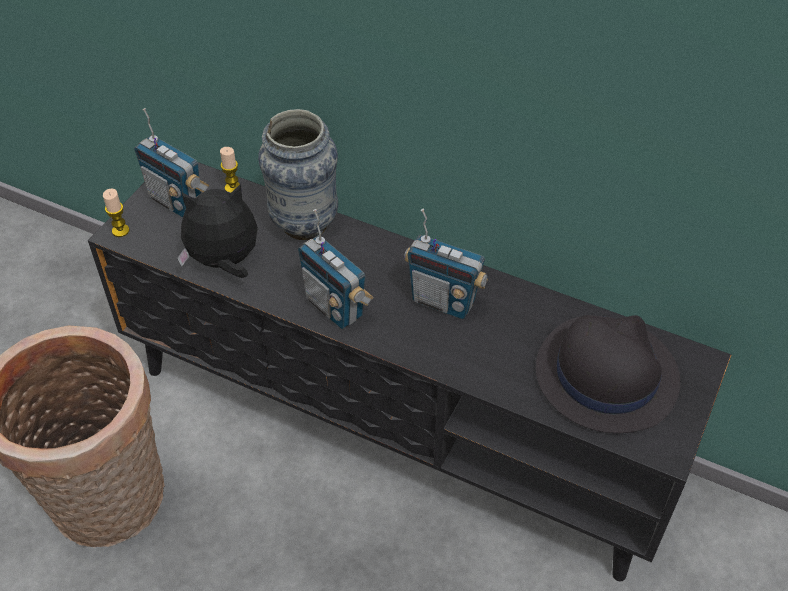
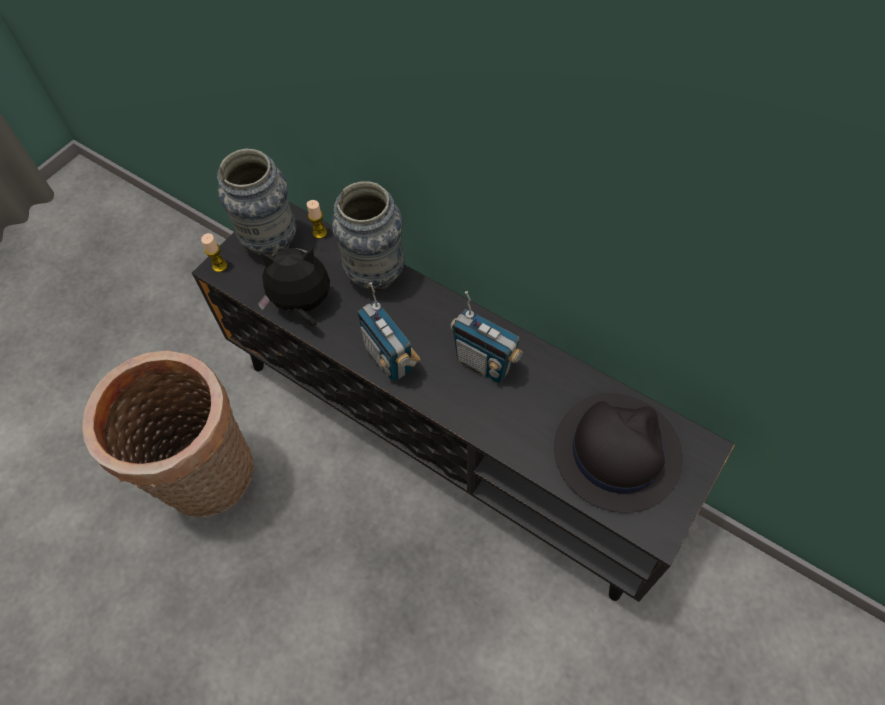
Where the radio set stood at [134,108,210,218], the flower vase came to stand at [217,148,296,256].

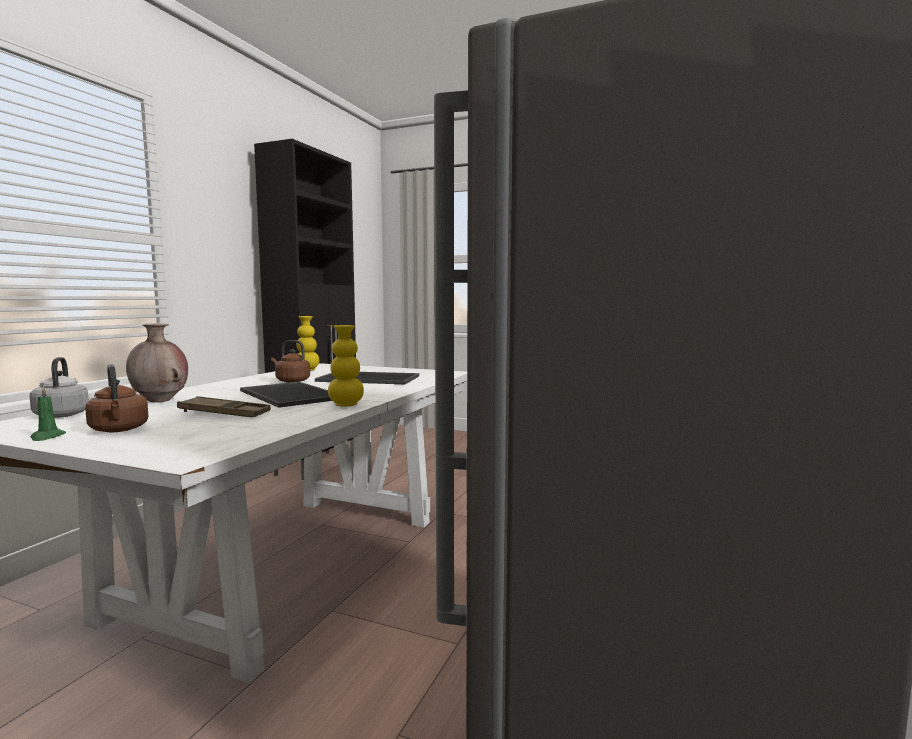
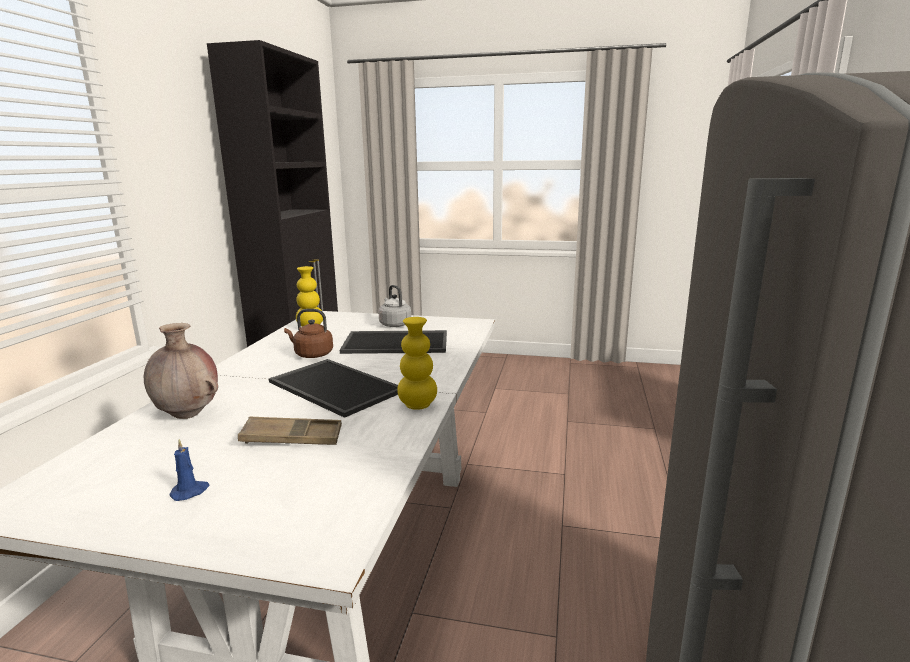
The tea kettle in gray ended up elsewhere, having gone from [30,357,89,418] to [378,285,411,327].
The second view lost the wax light in greenish at [31,386,66,441].
Where the tea kettle in brown stood at [85,364,149,432], the wax light in blue came to stand at [169,439,209,501].

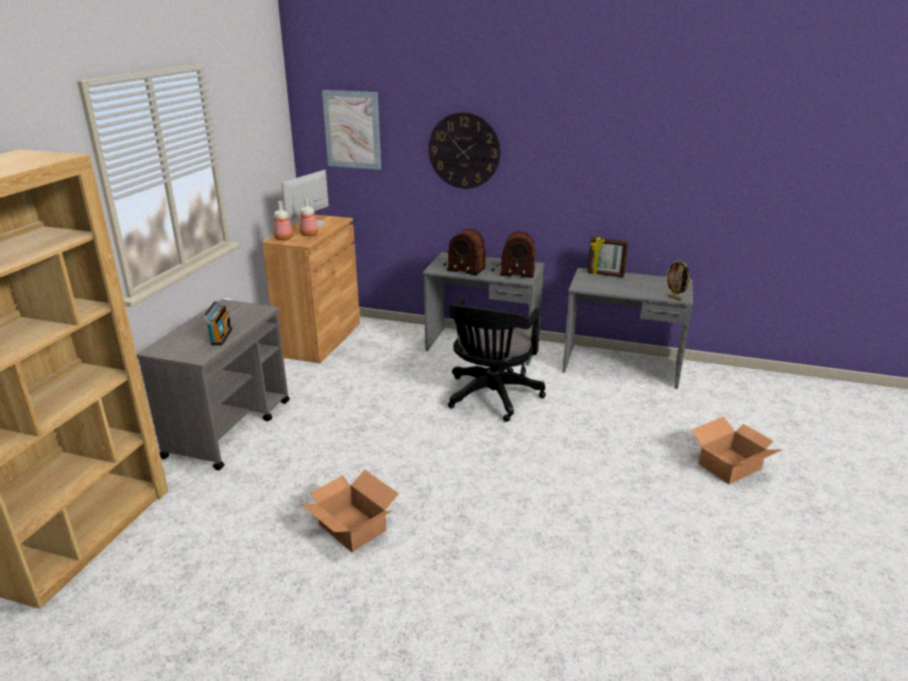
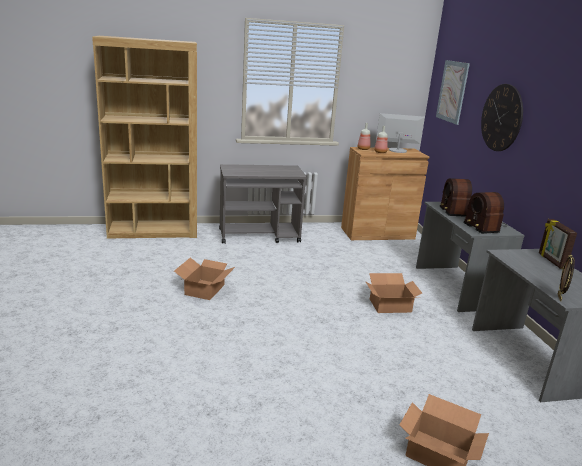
The second view lost the radio set at [202,300,233,345].
Where the desk chair in black stood at [448,297,546,422], the packing box came to stand at [365,273,422,313].

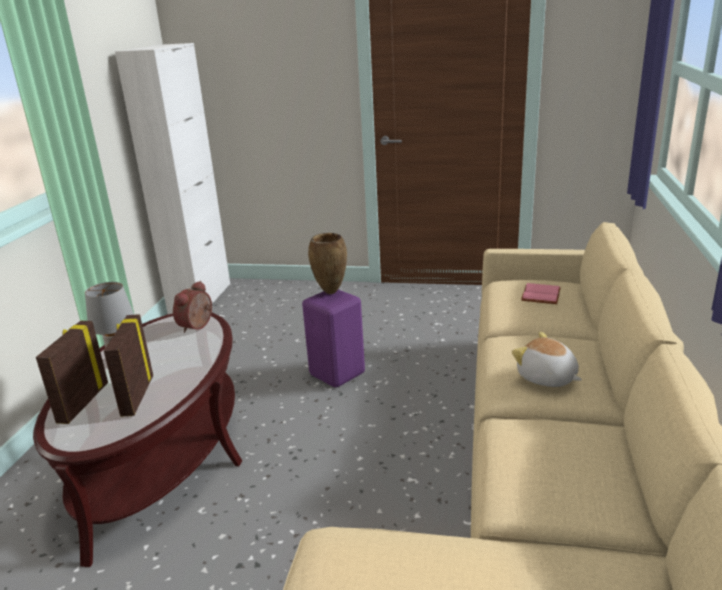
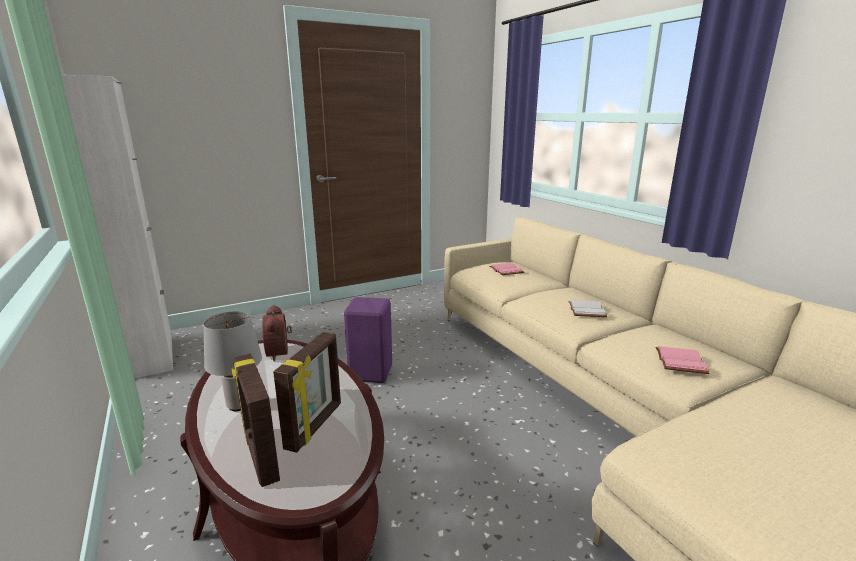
The picture frame at [104,314,153,417] ended up facing another way, 120 degrees counterclockwise from before.
The second view lost the flower vase in brown at [308,233,347,294].
Where the soft toy stood at [512,332,582,387], the book in white came to stand at [568,300,607,317].
The second view gained the book in pink at [656,346,709,374].

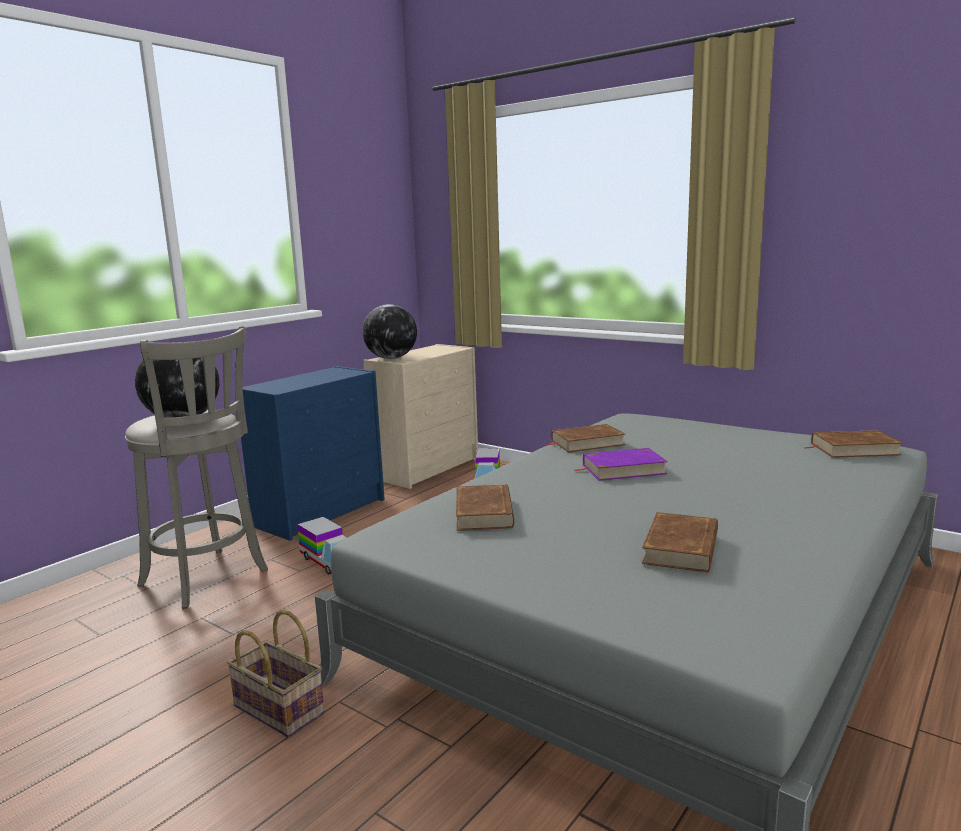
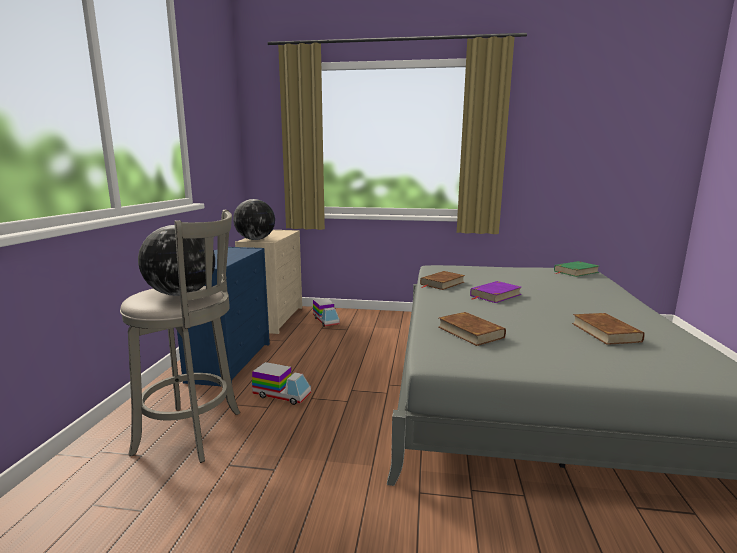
The second view lost the basket at [227,610,325,738].
What was the book in brown at [804,430,902,458] turned into the book in greenish at [554,261,599,277].

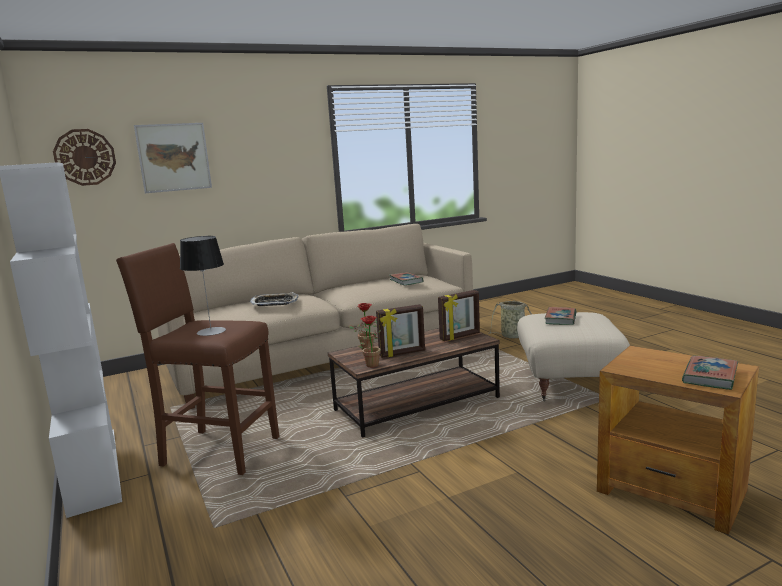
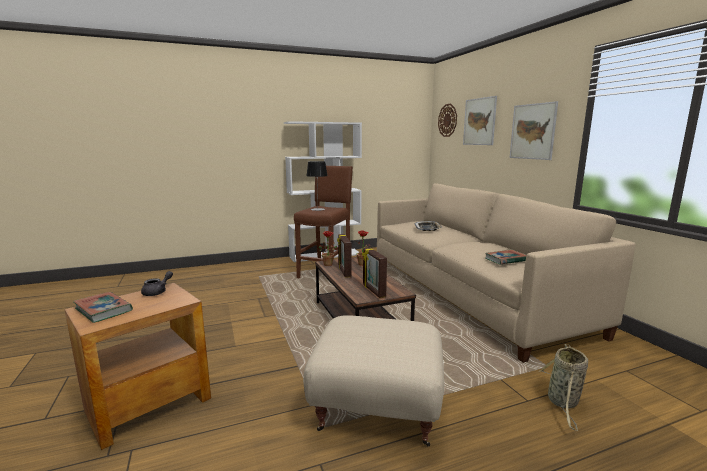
The second view lost the book at [545,307,577,325].
The second view gained the tea pot in gray at [141,271,173,296].
The second view gained the picture at [510,101,558,160].

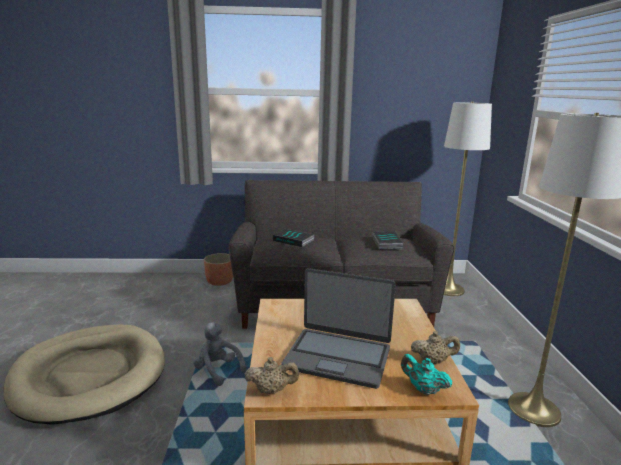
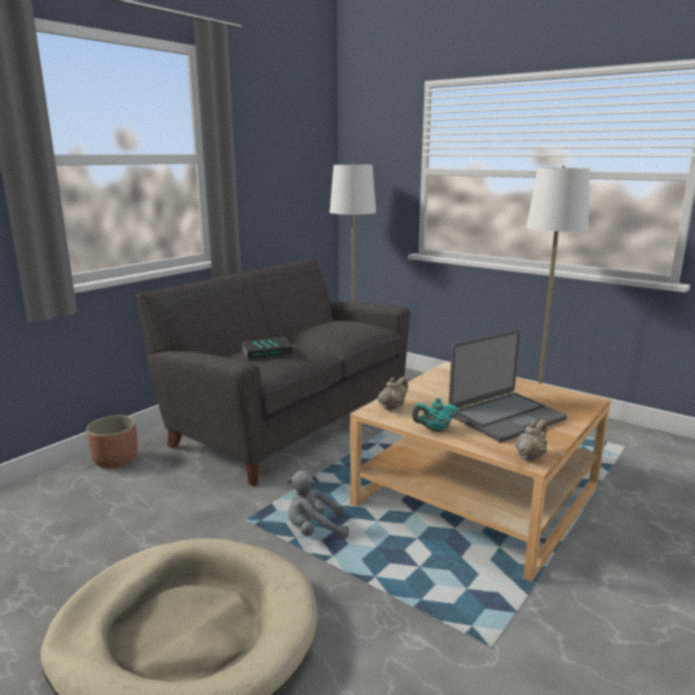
The second view lost the book at [372,231,403,249].
The tea pot in turquoise ended up elsewhere, having gone from [401,354,452,395] to [412,398,459,432].
The tea pot in beige-coloured ended up elsewhere, having gone from [411,331,460,364] to [378,377,408,411].

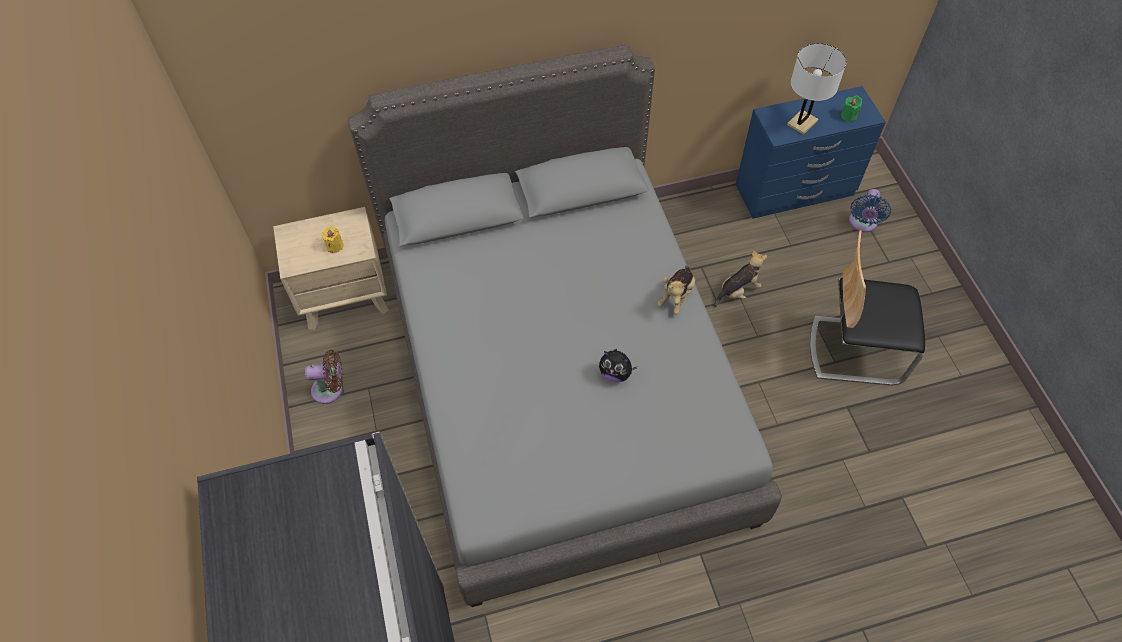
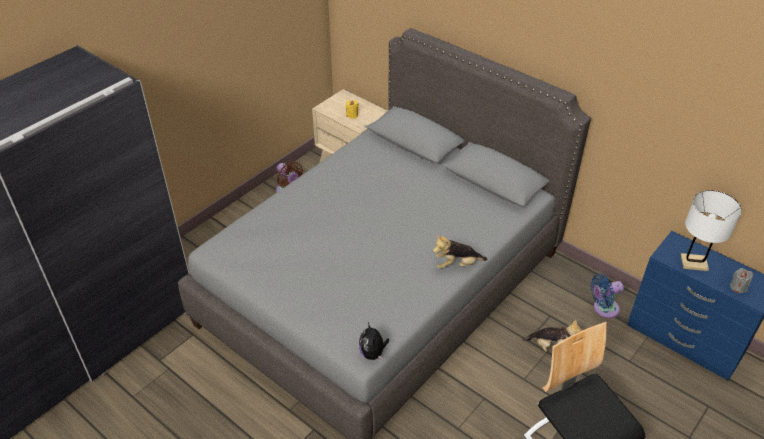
The soft toy ended up elsewhere, having gone from [599,349,637,382] to [359,323,389,360].
What was the wax light in greenish at [841,95,862,122] turned into the wax light in gray at [730,268,753,293].
The cooling fan in blue ended up elsewhere, having gone from [849,189,891,232] to [591,273,624,318].

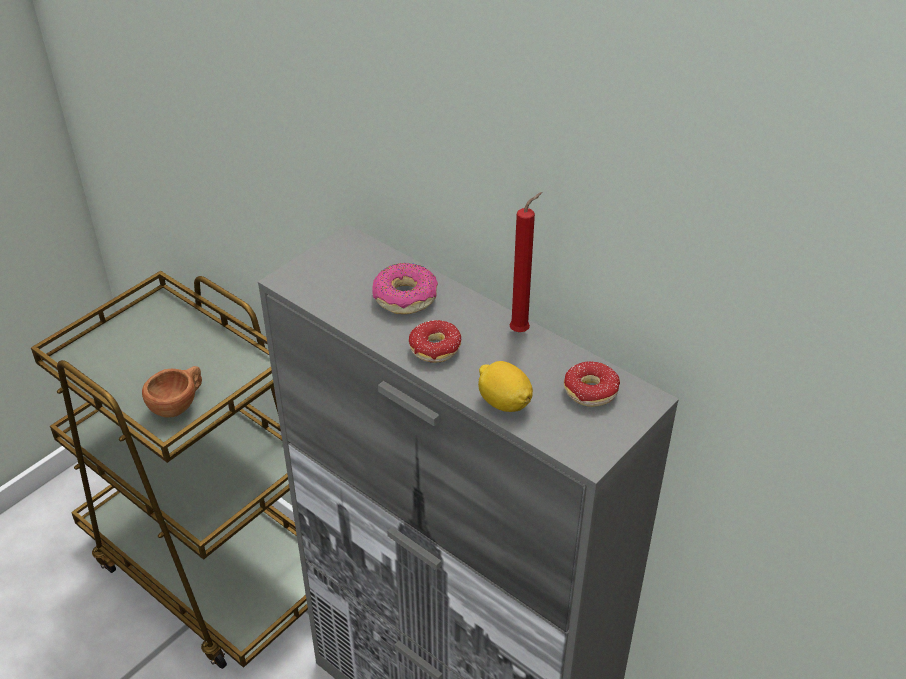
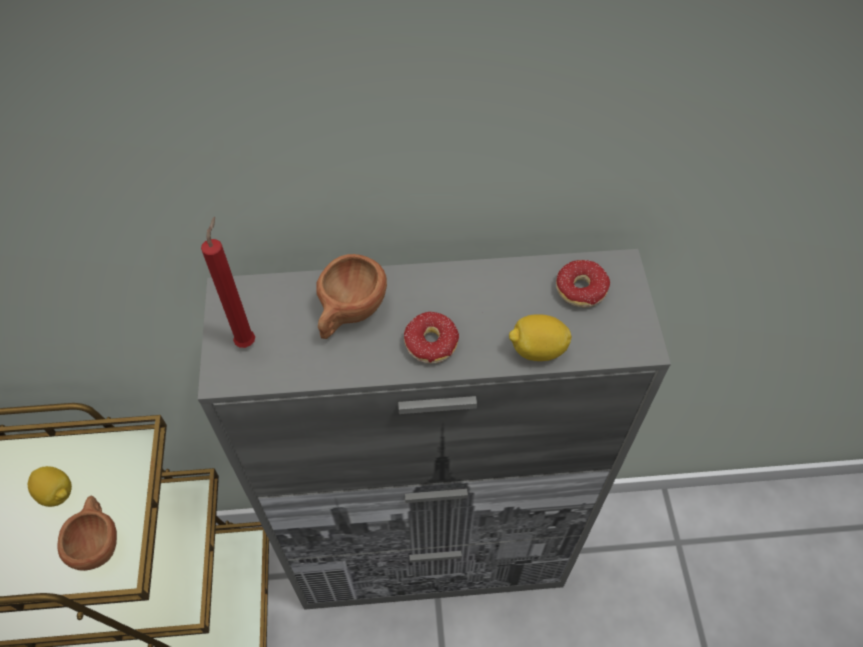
Where the donut stood at [372,263,438,314], the small cup in brown came to stand at [316,254,387,339].
The wax light in red ended up elsewhere, having gone from [510,192,542,332] to [201,217,255,348].
The second view gained the citrus fruit at [28,466,72,507].

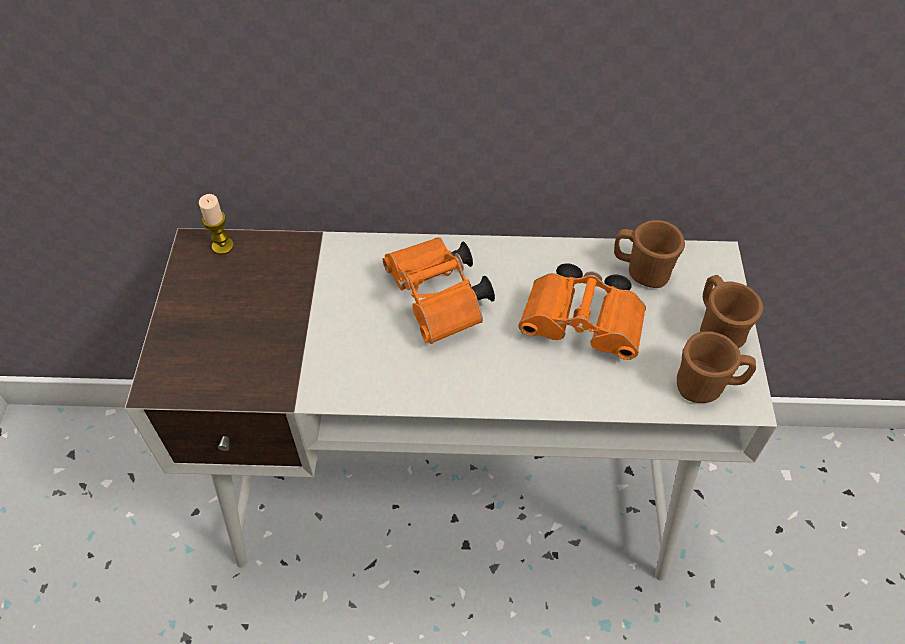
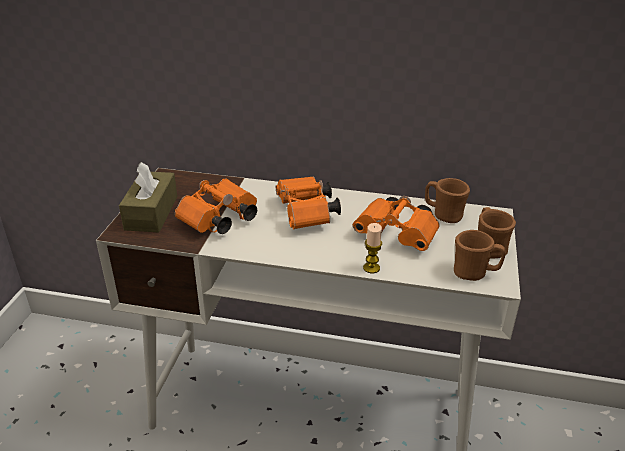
The wax light ended up elsewhere, having gone from [199,194,234,255] to [363,223,382,273].
The second view gained the tissue holder in brown at [119,162,177,232].
The second view gained the pair of binoculars in orange-coloured at [175,178,257,234].

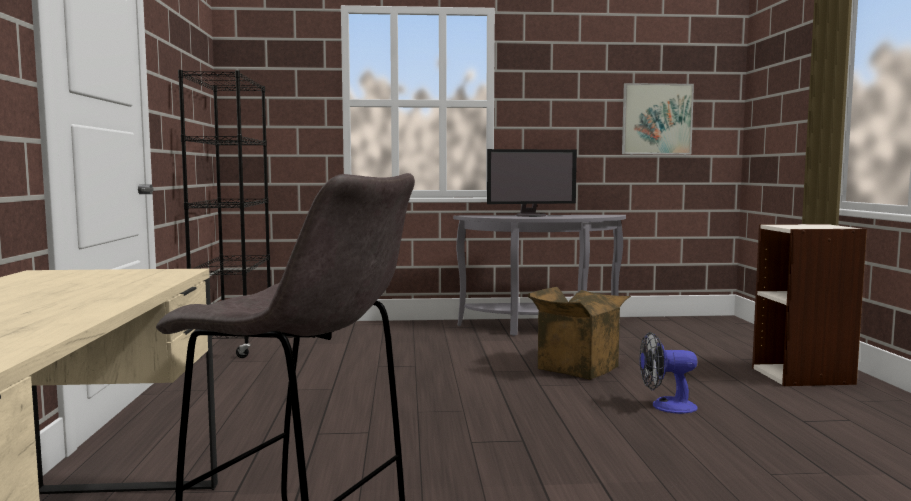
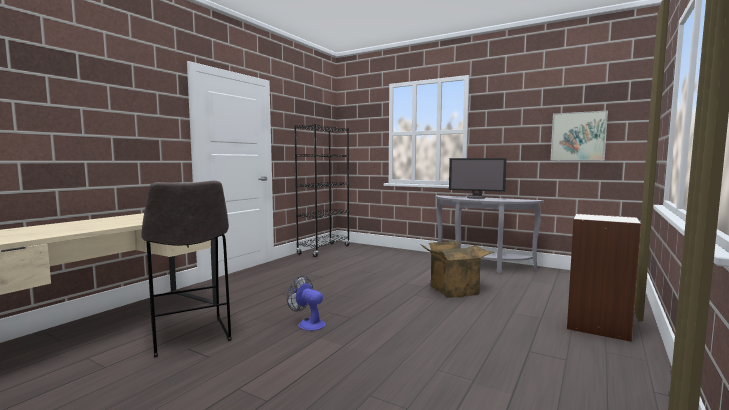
The cooling fan ended up elsewhere, having gone from [640,332,698,414] to [287,276,326,331].

